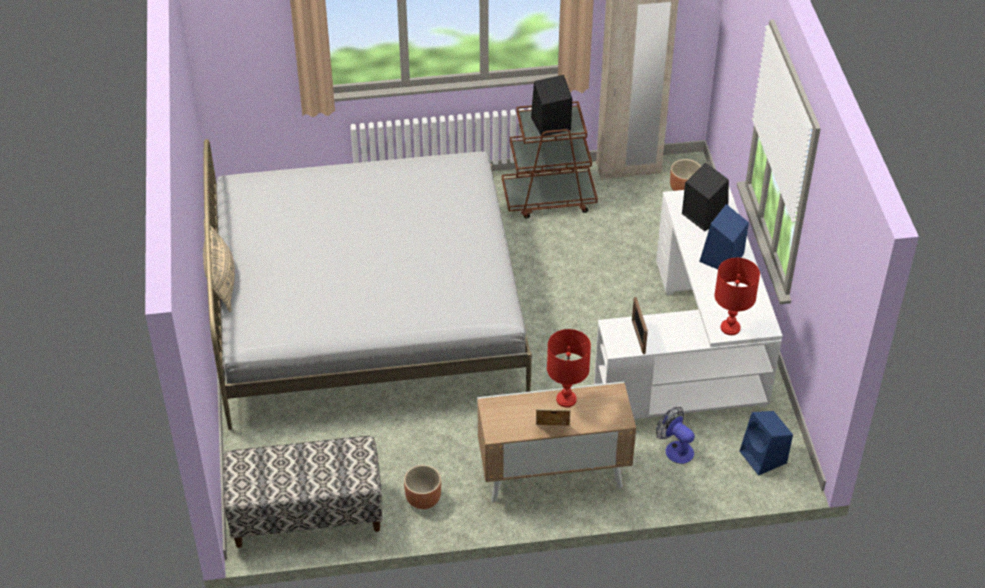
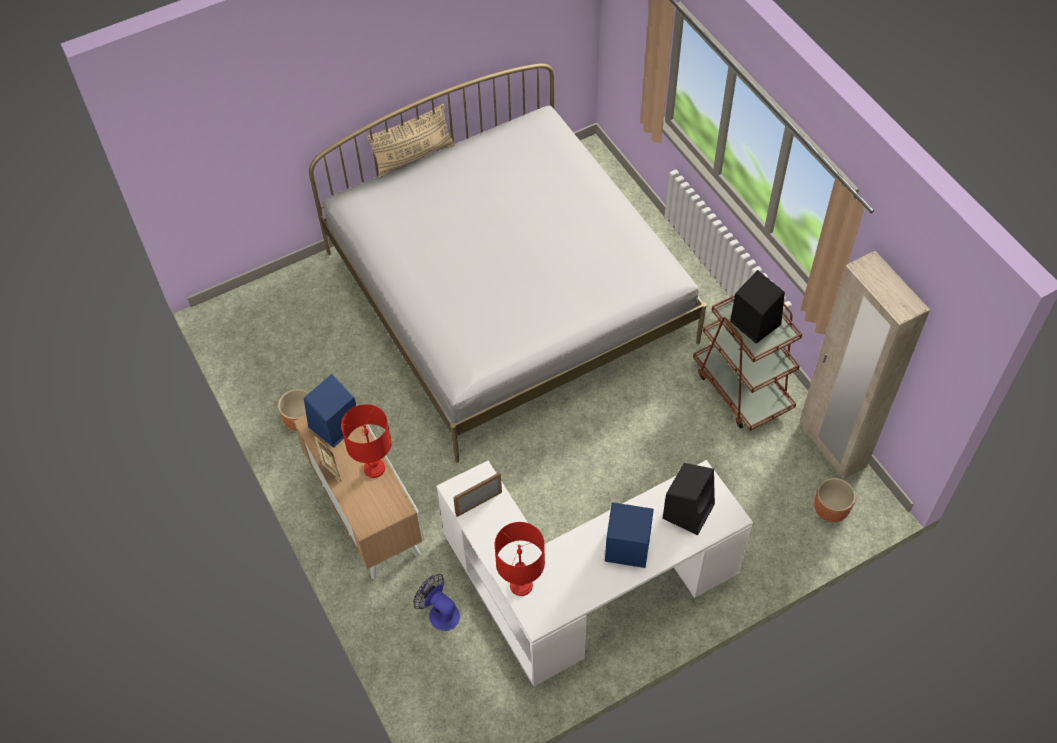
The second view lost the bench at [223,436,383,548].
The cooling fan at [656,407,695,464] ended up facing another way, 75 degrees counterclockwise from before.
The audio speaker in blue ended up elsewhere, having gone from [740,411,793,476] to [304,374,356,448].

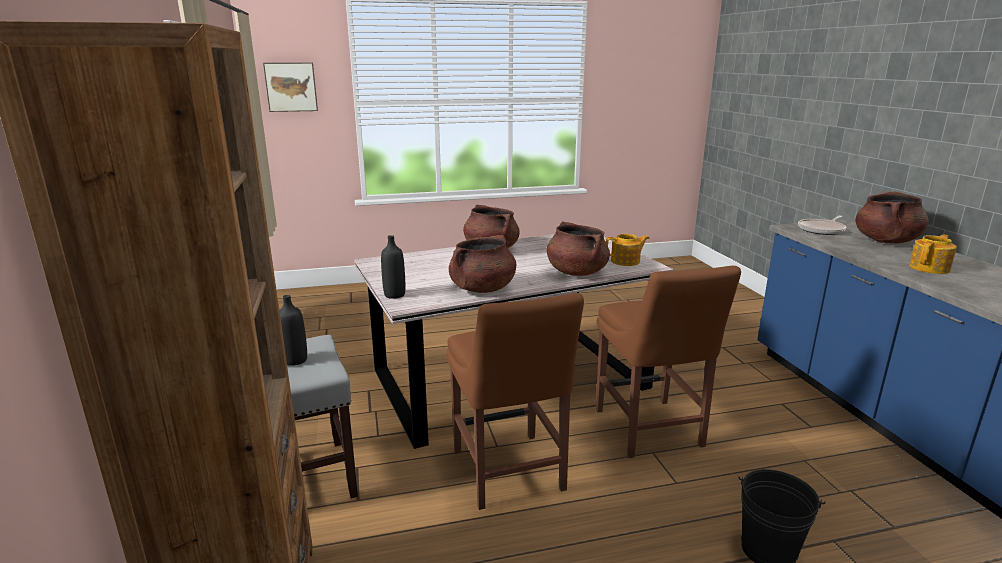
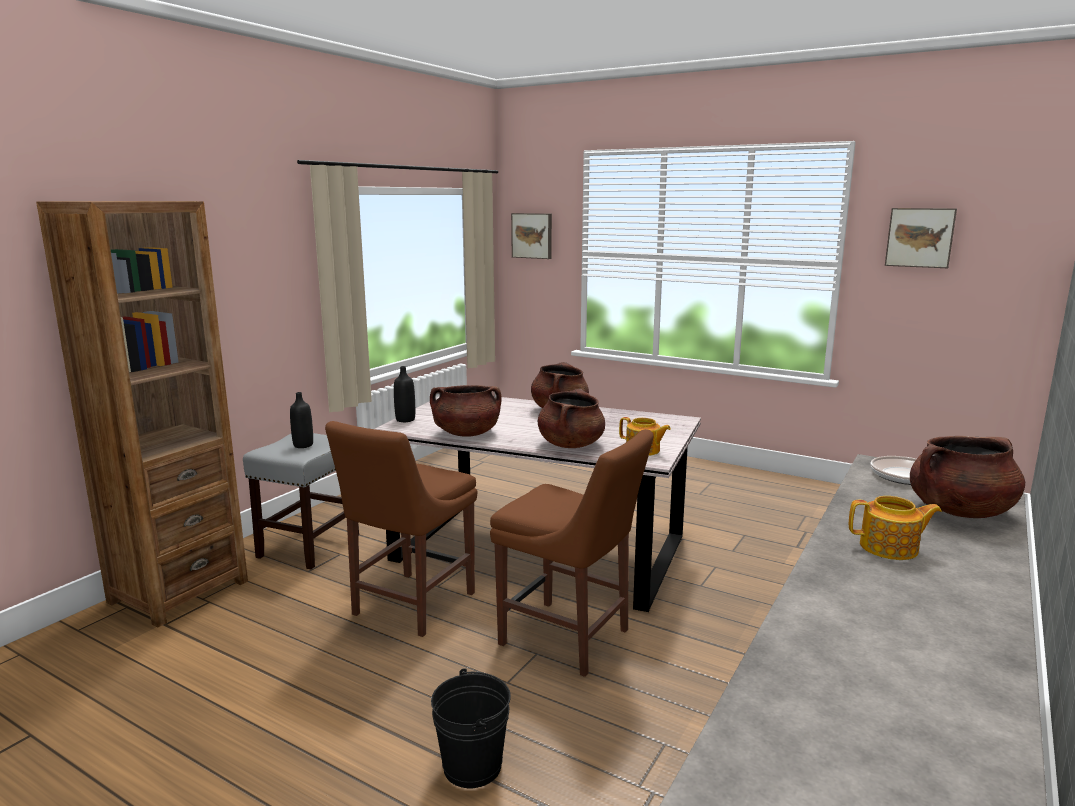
The upright chair in brown at [596,266,741,458] ended up facing another way, 90 degrees counterclockwise from before.
The second view gained the picture at [885,208,957,268].

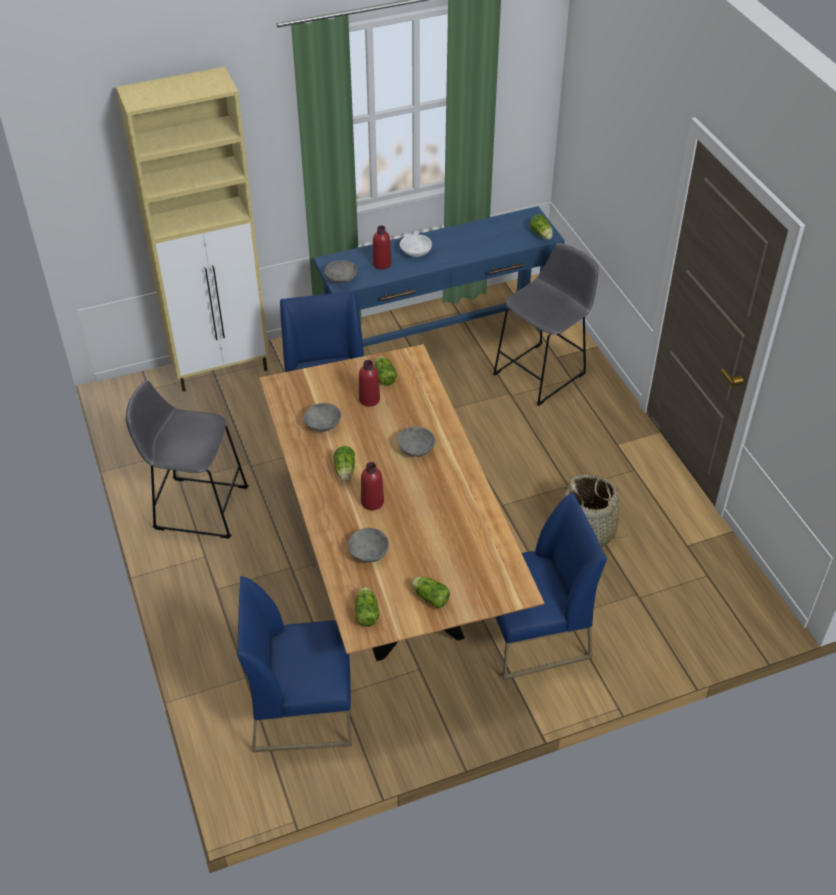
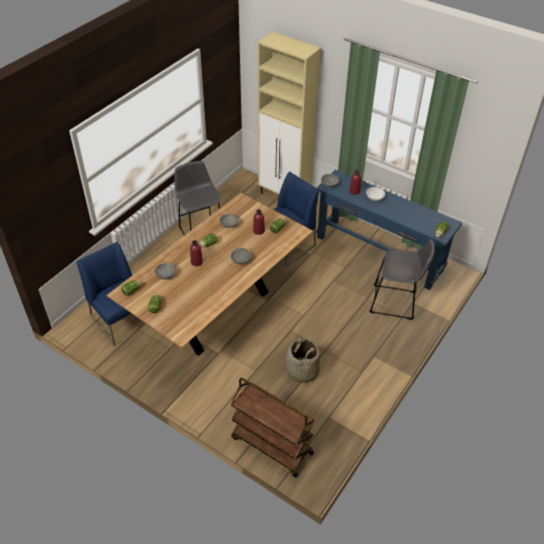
The second view lost the upright chair in blue at [495,492,607,680].
The second view gained the cart in brown at [230,378,315,478].

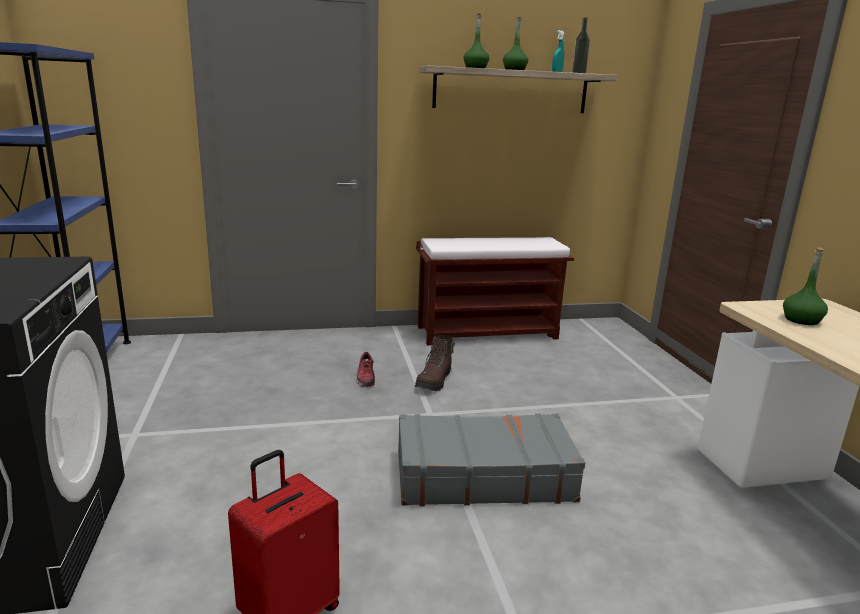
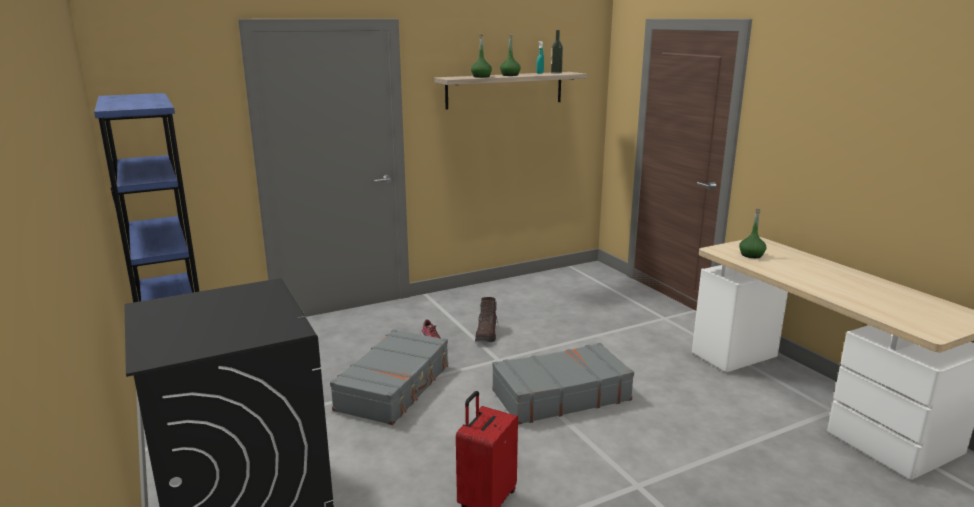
The second view lost the bench in brown at [416,237,574,345].
The second view gained the suitcase in gray at [330,329,449,425].

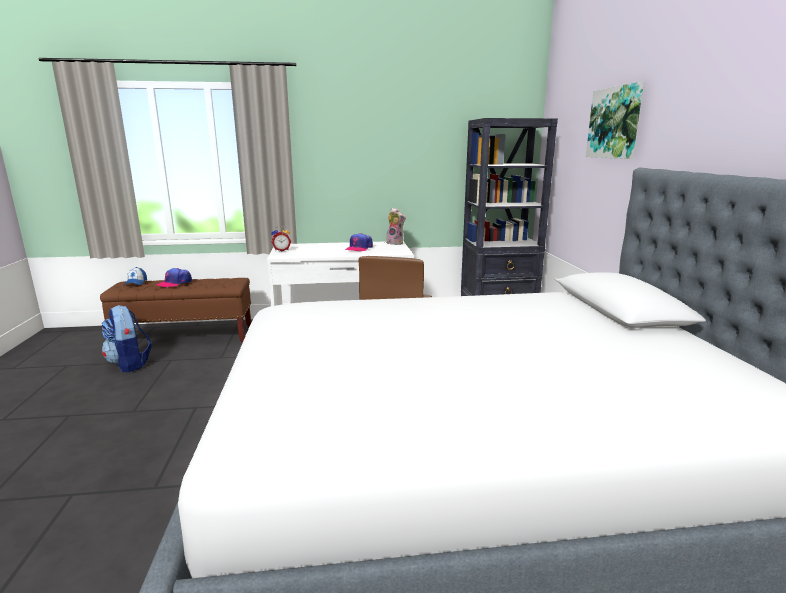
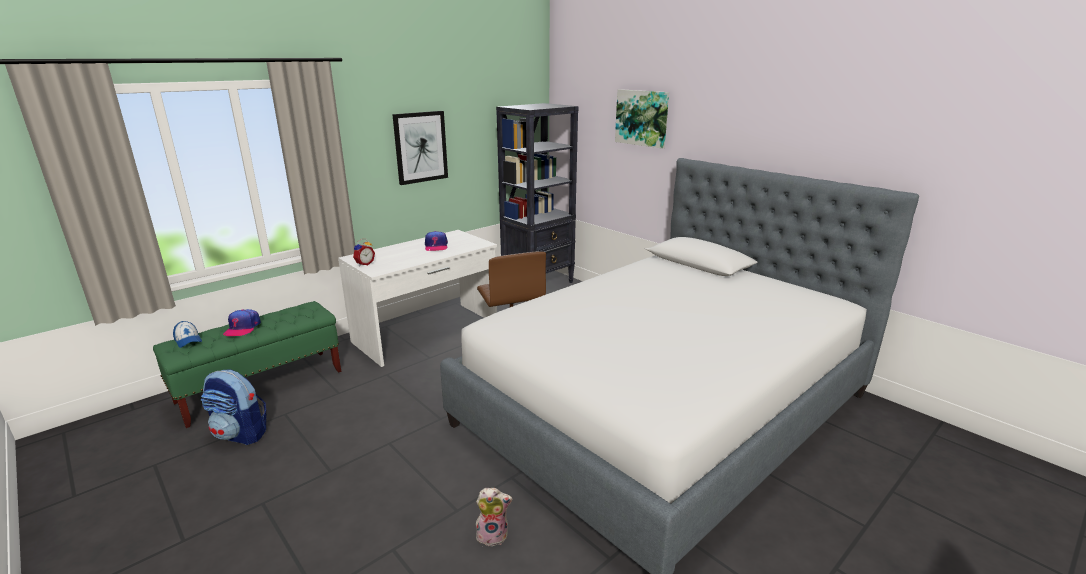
What was the bench in brown at [100,278,251,343] turned into the bench in greenish at [153,301,342,428].
The soft toy ended up elsewhere, having gone from [386,208,406,245] to [476,488,513,546].
The second view gained the picture at [392,111,448,185].

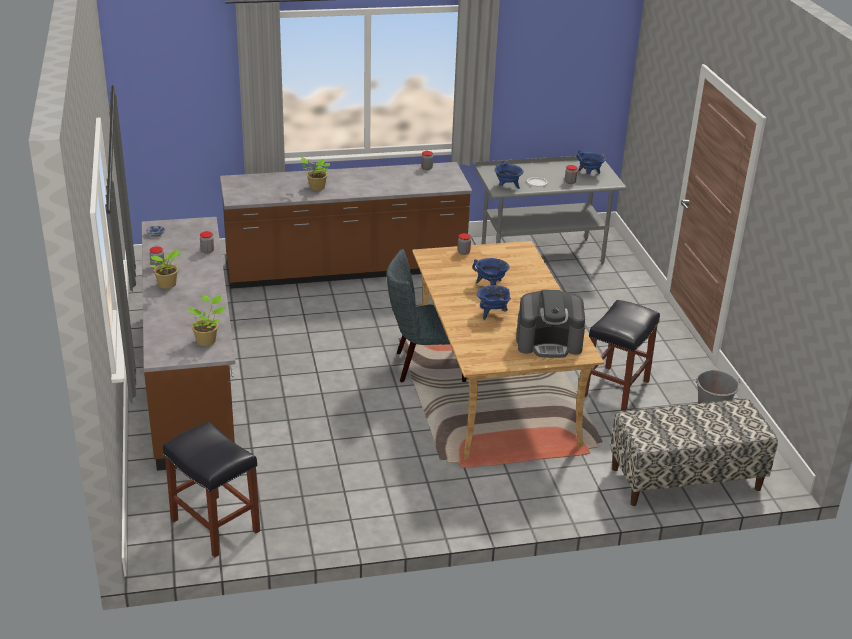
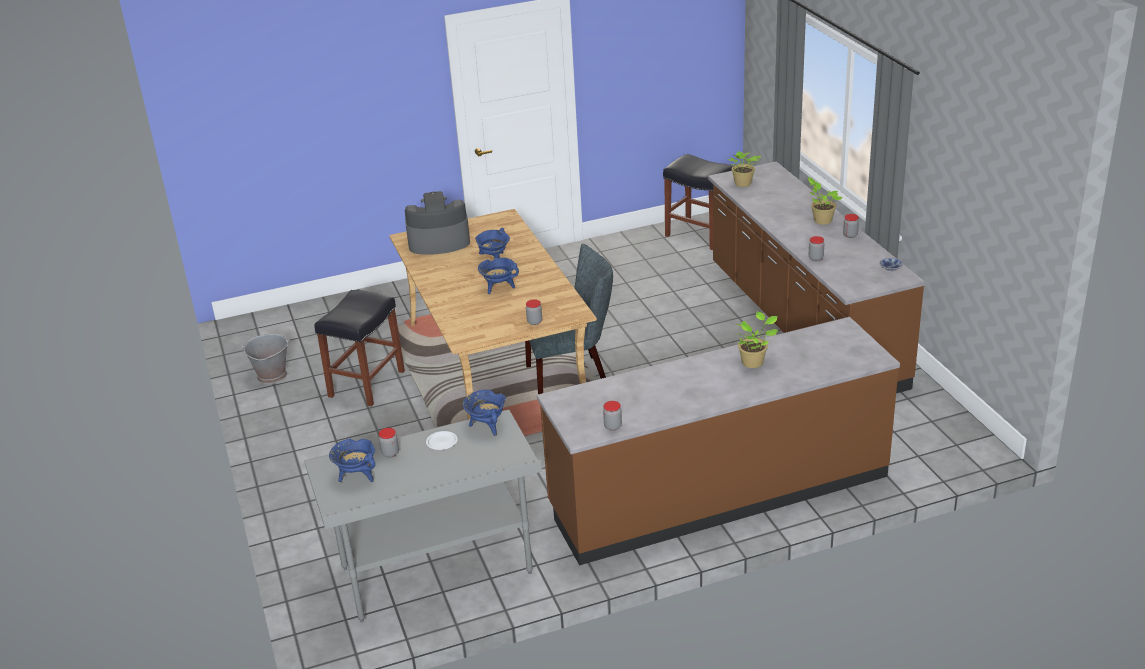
The second view lost the bench at [610,399,778,506].

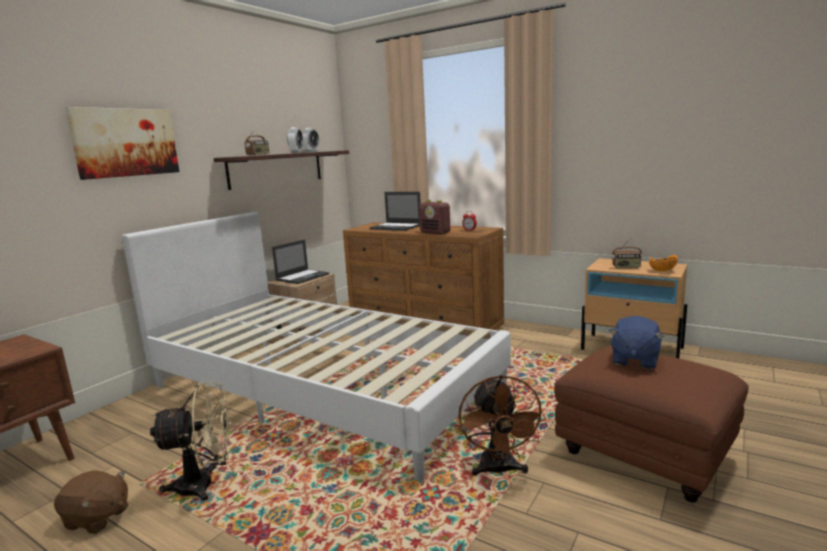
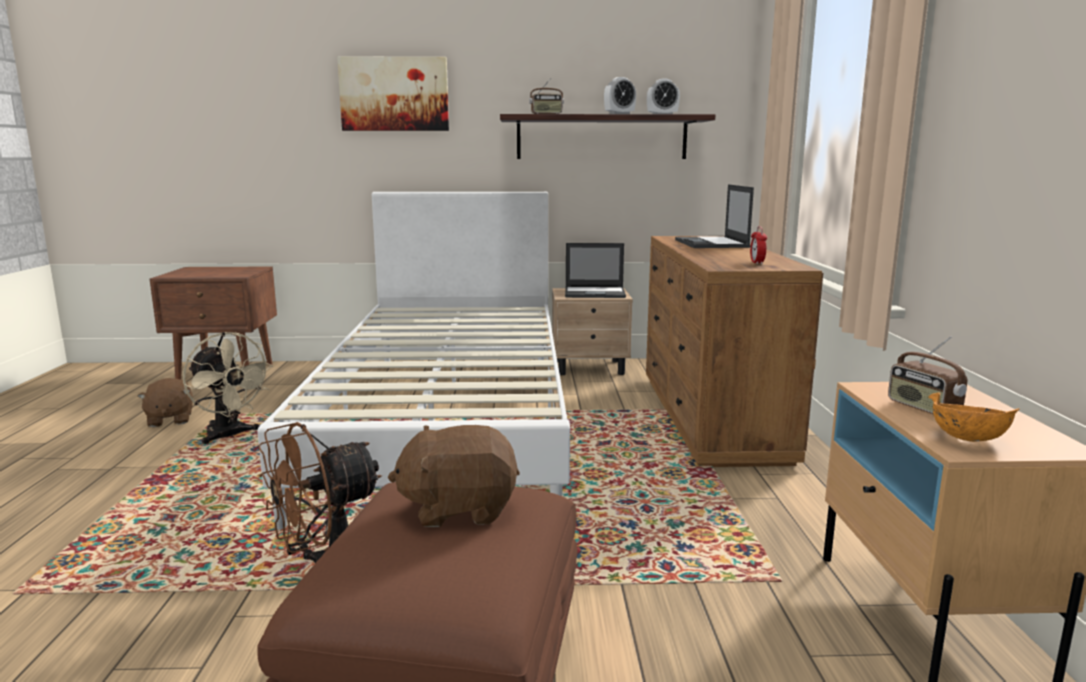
The second view lost the radio set at [419,200,450,234].
What was the soft toy in blue at [609,316,664,369] turned into the soft toy in brown at [388,425,520,527].

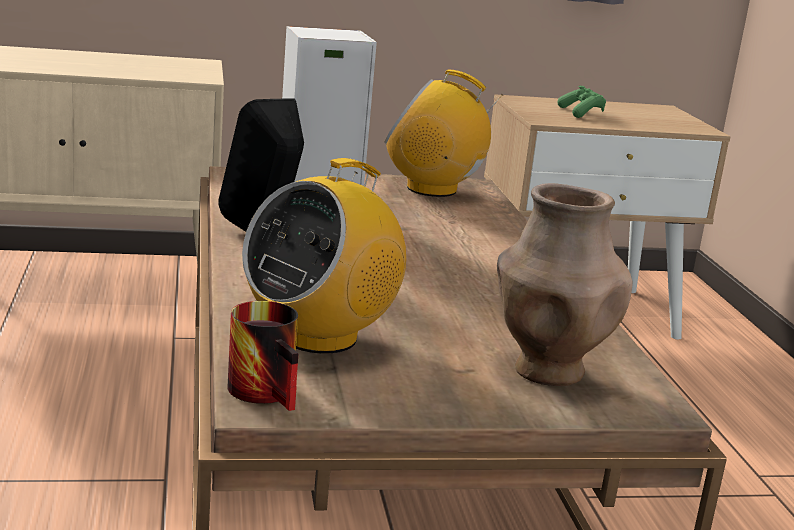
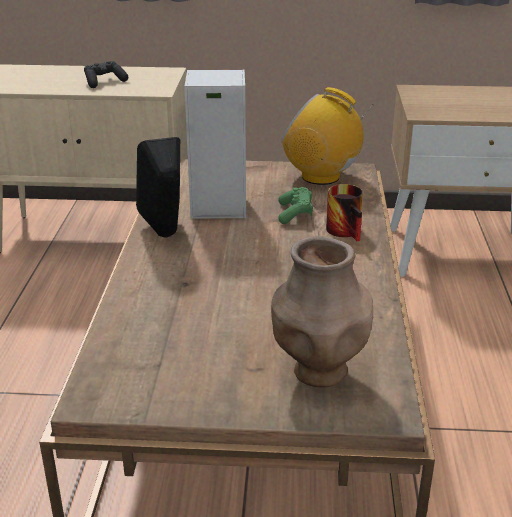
The coffee mug ended up elsewhere, having gone from [228,301,299,411] to [326,184,363,241].
The second view lost the radio set at [242,158,406,354].
The joypad in greenish ended up elsewhere, having gone from [557,86,606,118] to [278,187,313,224].
The second view gained the joypad in black at [84,61,128,88].

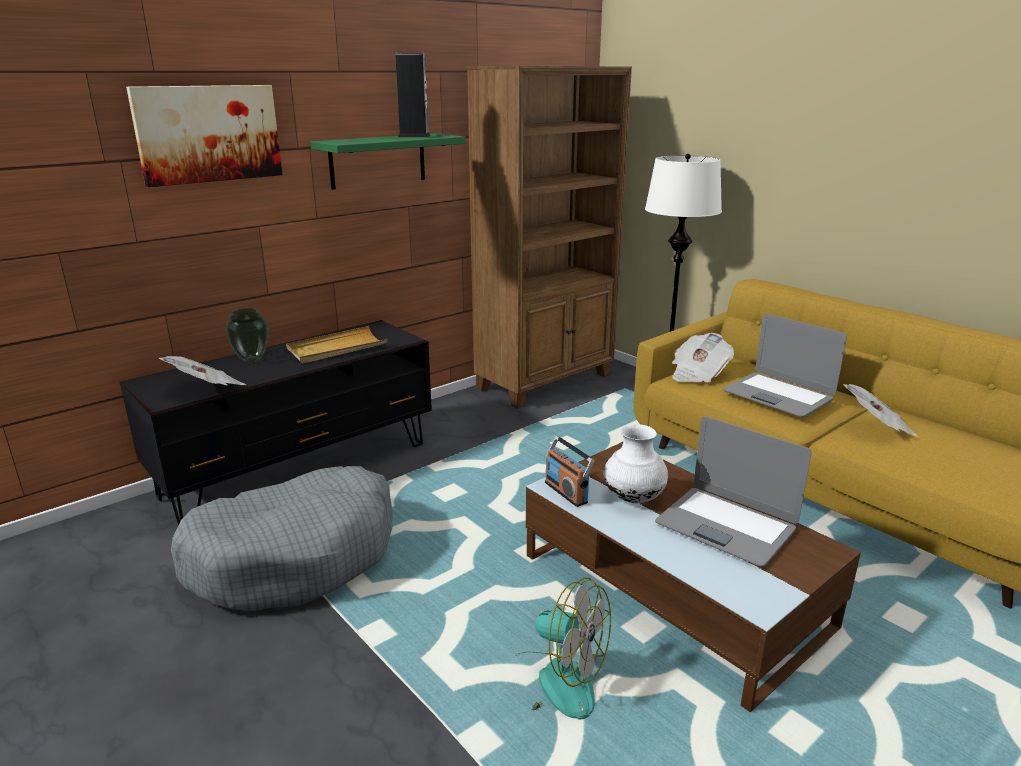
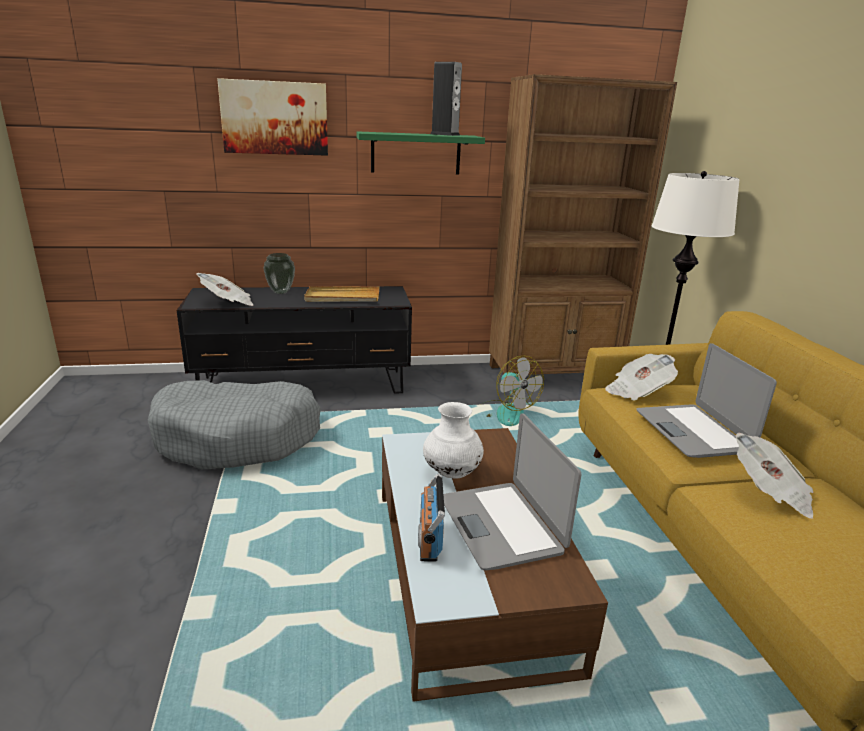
The cooling fan ended up elsewhere, having gone from [514,578,611,720] to [480,355,544,426].
The radio set ended up elsewhere, having gone from [545,436,594,507] to [418,473,445,561].

